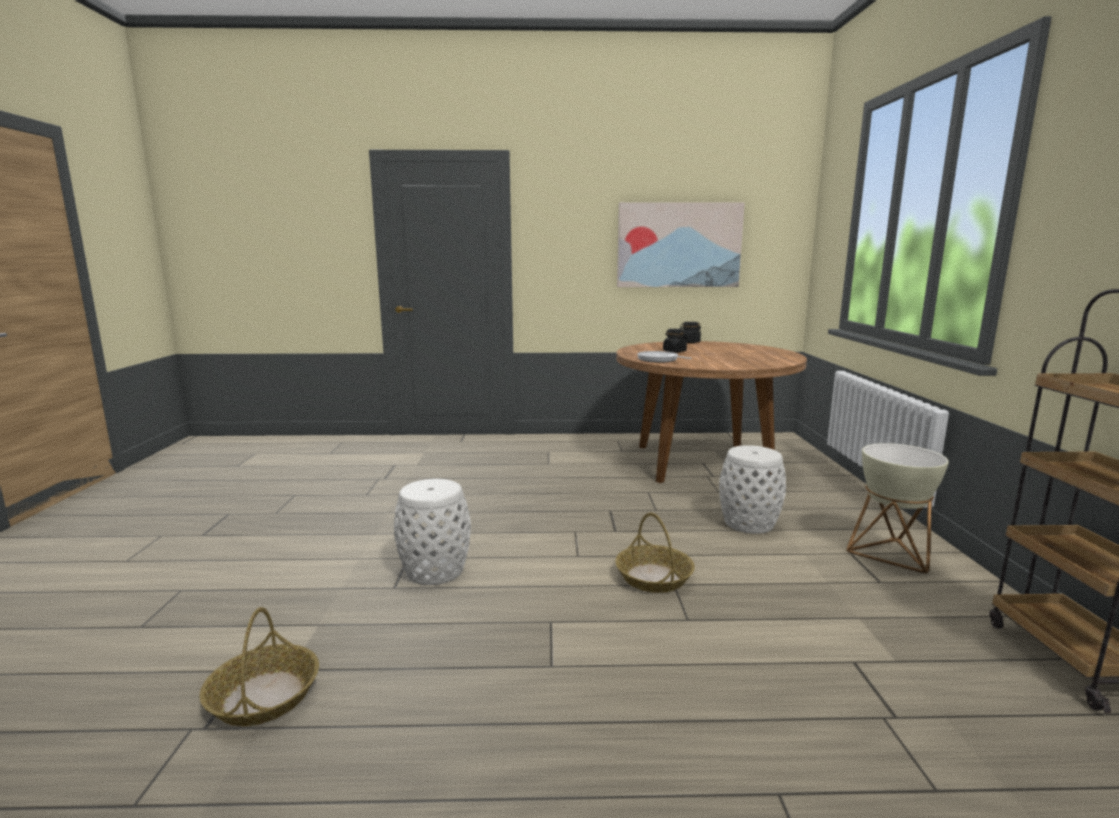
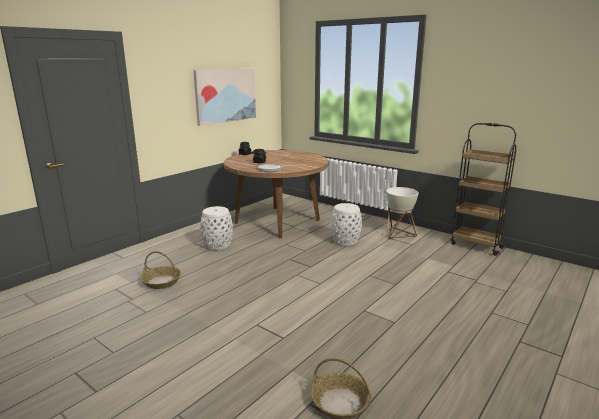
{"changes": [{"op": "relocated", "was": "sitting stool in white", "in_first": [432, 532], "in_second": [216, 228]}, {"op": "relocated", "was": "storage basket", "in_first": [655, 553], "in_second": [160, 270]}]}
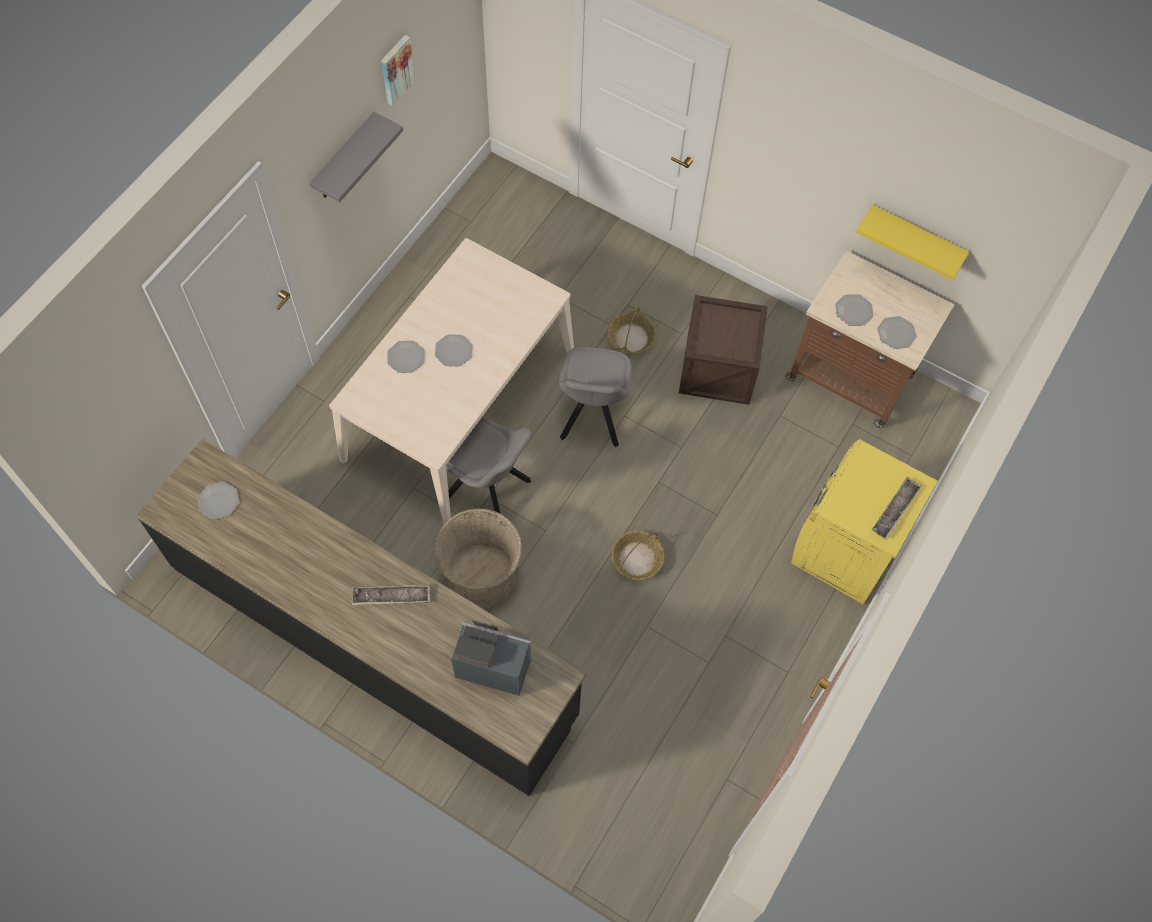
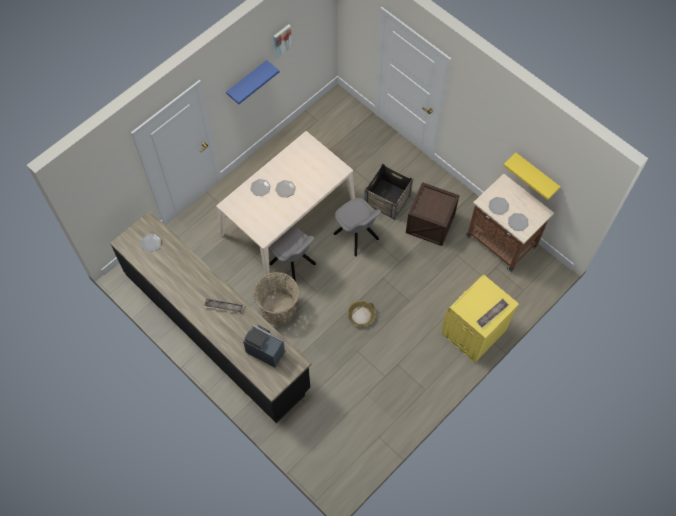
{"changes": [{"op": "colour", "was": "shelf in greyish", "now": "shelf in blue-coloured", "in_first": [356, 157], "in_second": [252, 82]}, {"op": "exchanged", "was": "storage basket", "now": "shipping crate", "in_first": [631, 330], "in_second": [388, 192]}, {"op": "spun", "was": "chair in greyish", "in_first": [595, 397], "in_second": [357, 227], "clockwise": -60}]}
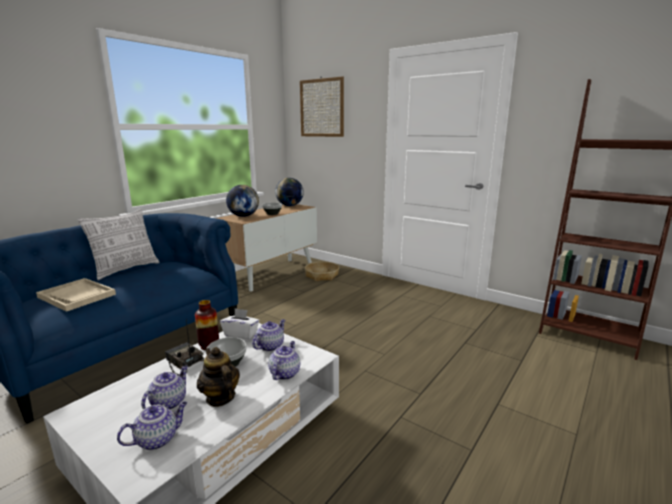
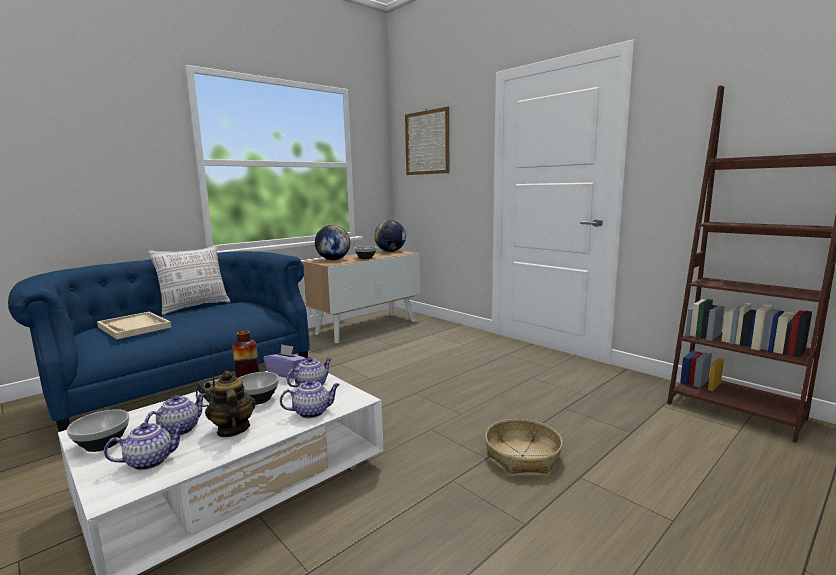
{"changes": [{"op": "relocated", "was": "storage basket", "in_first": [322, 271], "in_second": [524, 446]}, {"op": "colour", "was": "box of tissues in white", "now": "box of tissues in purplish", "in_first": [239, 323], "in_second": [285, 361]}, {"op": "spun", "was": "teapot", "in_first": [284, 360], "in_second": [310, 399], "clockwise": 45}, {"op": "appeared", "now": "bowl", "in_second": [98, 430]}]}
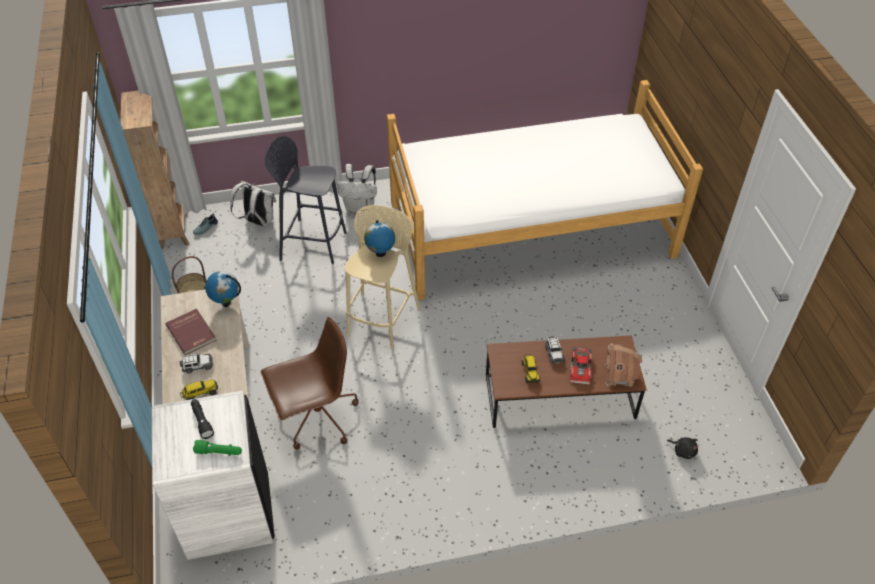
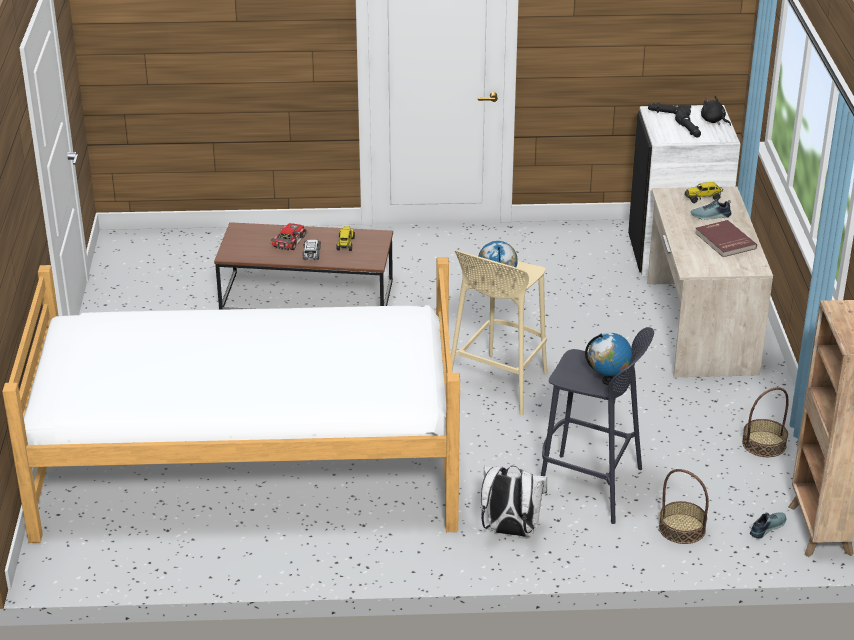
{"changes": [{"op": "exchanged", "was": "backpack in white", "now": "storage basket", "in_first": [253, 204], "in_second": [684, 506]}, {"op": "relocated", "was": "desk globe", "in_first": [223, 289], "in_second": [608, 359]}, {"op": "missing", "was": "office chair in brown", "in_first": [310, 383]}, {"op": "missing", "was": "toy house", "in_first": [623, 365]}, {"op": "exchanged", "was": "toy car", "now": "item of footwear", "in_first": [196, 363], "in_second": [711, 209]}, {"op": "relocated", "was": "soft toy in black", "in_first": [682, 448], "in_second": [716, 111]}, {"op": "colour", "was": "hand torch in green", "now": "hand torch in black", "in_first": [217, 448], "in_second": [669, 109]}]}
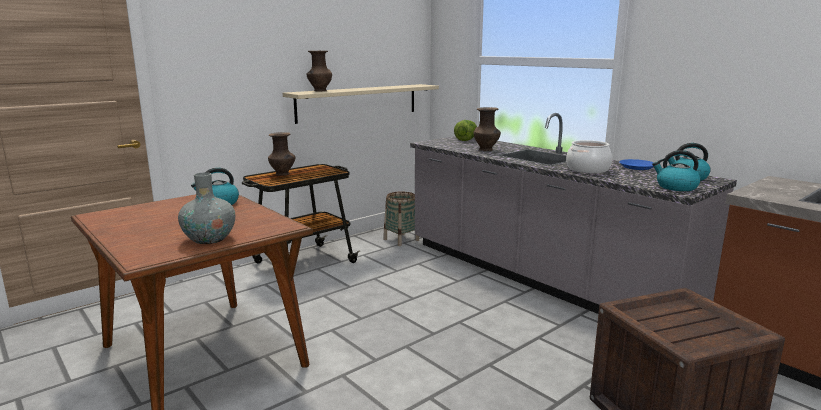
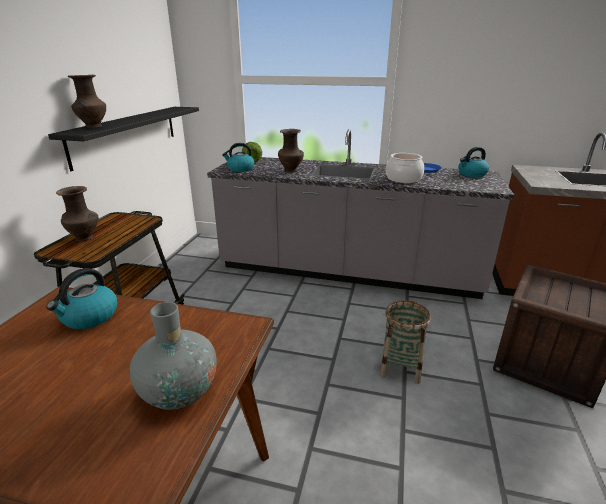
{"changes": [{"op": "colour", "was": "shelf in beige", "now": "shelf in black", "in_first": [361, 104], "in_second": [123, 139]}, {"op": "relocated", "was": "water kettle", "in_first": [676, 170], "in_second": [238, 157]}, {"op": "relocated", "was": "storage basket", "in_first": [401, 218], "in_second": [405, 342]}]}
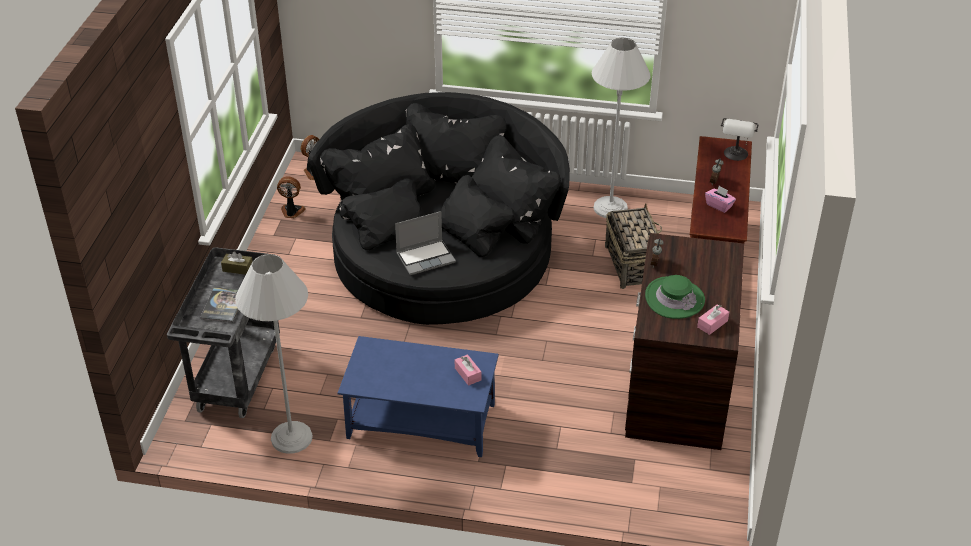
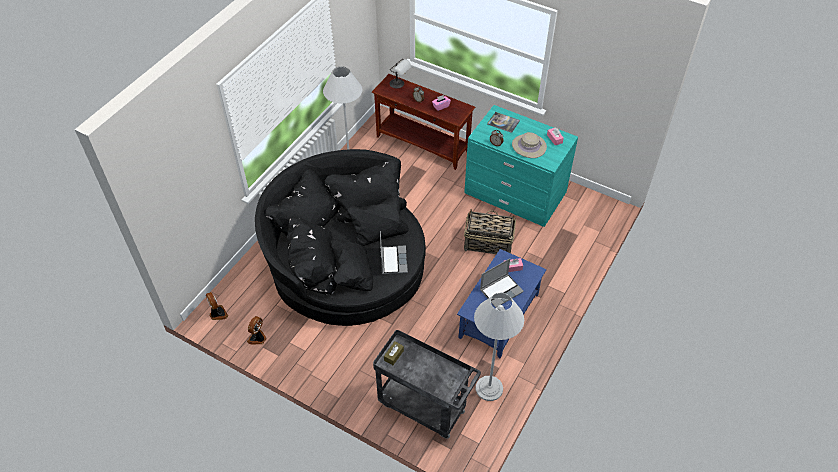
{"changes": [{"op": "relocated", "was": "storage basket", "in_first": [633, 246], "in_second": [490, 231]}, {"op": "colour", "was": "drawer chest in brown", "now": "drawer chest in turquoise", "in_first": [684, 341], "in_second": [521, 166]}, {"op": "colour", "was": "hat in green", "now": "hat in beige", "in_first": [675, 297], "in_second": [529, 145]}, {"op": "relocated", "was": "book", "in_first": [219, 305], "in_second": [503, 122]}, {"op": "appeared", "now": "portable computer", "in_second": [502, 283]}]}
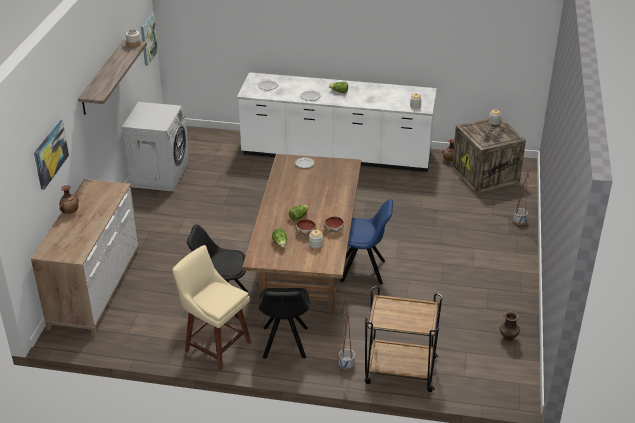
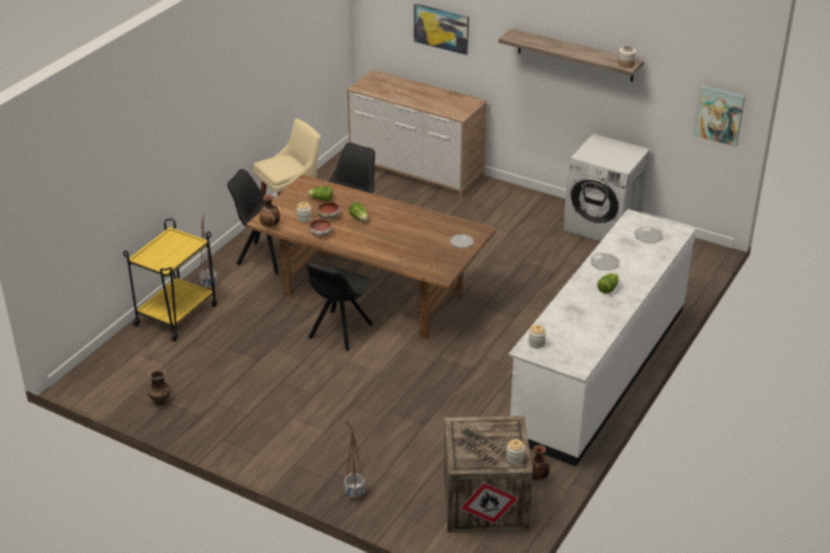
{"changes": [{"op": "relocated", "was": "decorative vase", "in_first": [69, 199], "in_second": [269, 211]}, {"op": "colour", "was": "chair in blue-coloured", "now": "chair in black", "in_first": [366, 241], "in_second": [339, 306]}, {"op": "colour", "was": "trolley in brown", "now": "trolley in yellow-coloured", "in_first": [404, 339], "in_second": [170, 280]}]}
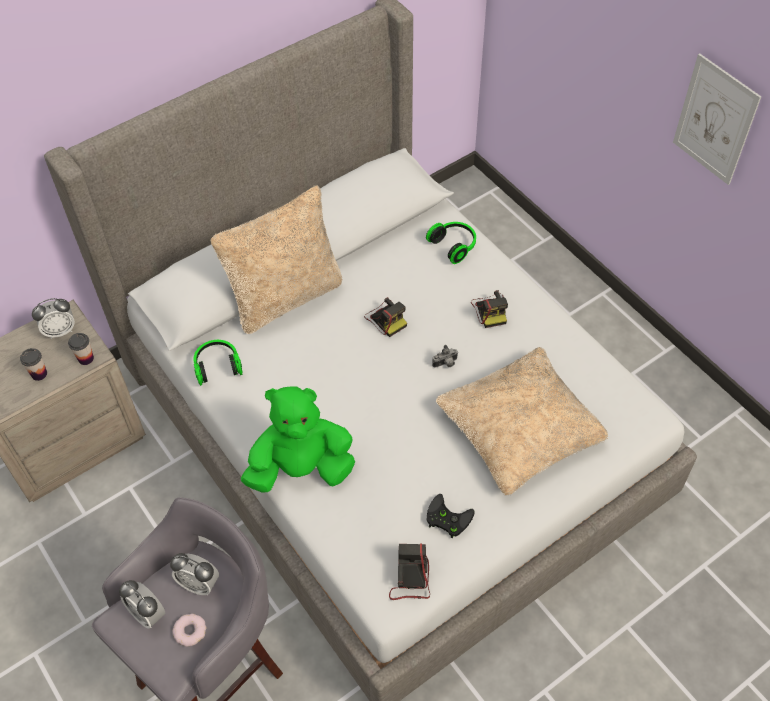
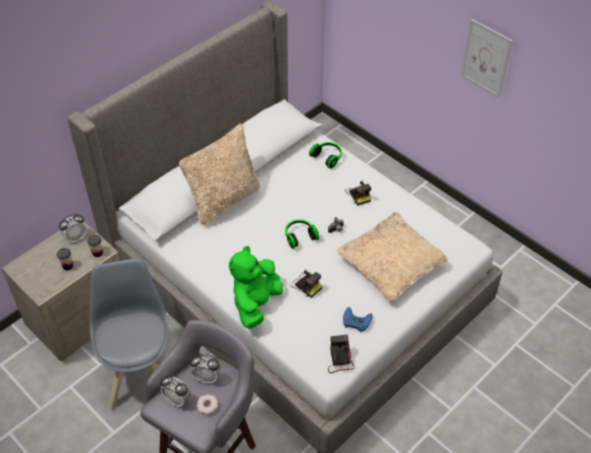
{"changes": [{"op": "relocated", "was": "photo camera", "in_first": [385, 317], "in_second": [306, 284]}, {"op": "relocated", "was": "headset", "in_first": [218, 363], "in_second": [302, 234]}, {"op": "spun", "was": "soft toy in green", "in_first": [298, 439], "in_second": [256, 287], "clockwise": -45}, {"op": "colour", "was": "gamepad in black", "now": "gamepad in blue-coloured", "in_first": [450, 516], "in_second": [358, 320]}, {"op": "appeared", "now": "chair in greyish", "in_second": [129, 334]}]}
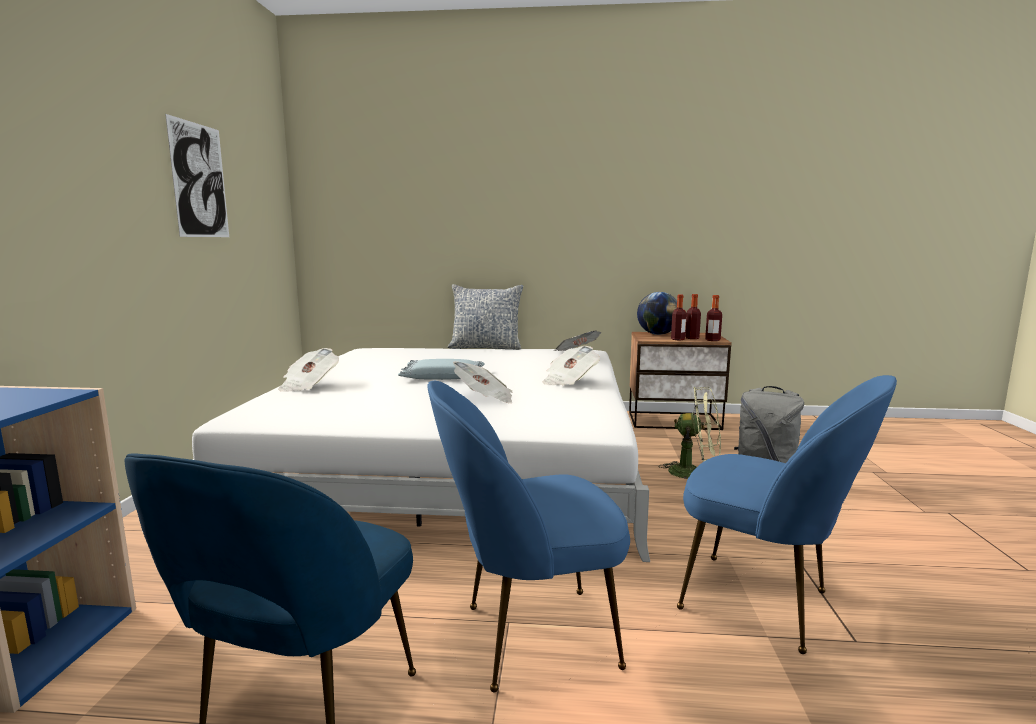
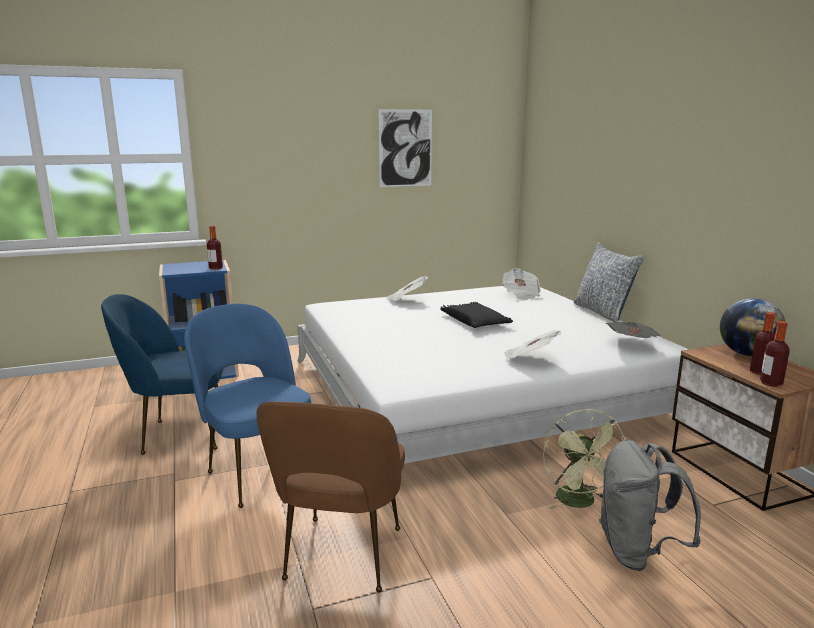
{"changes": [{"op": "relocated", "was": "bottle", "in_first": [679, 317], "in_second": [215, 248]}, {"op": "colour", "was": "pillow in blue-coloured", "now": "pillow in black", "in_first": [441, 369], "in_second": [476, 315]}, {"op": "relocated", "was": "newspaper", "in_first": [483, 382], "in_second": [521, 284]}, {"op": "colour", "was": "chair in blue-coloured", "now": "chair in brown", "in_first": [787, 514], "in_second": [331, 496]}]}
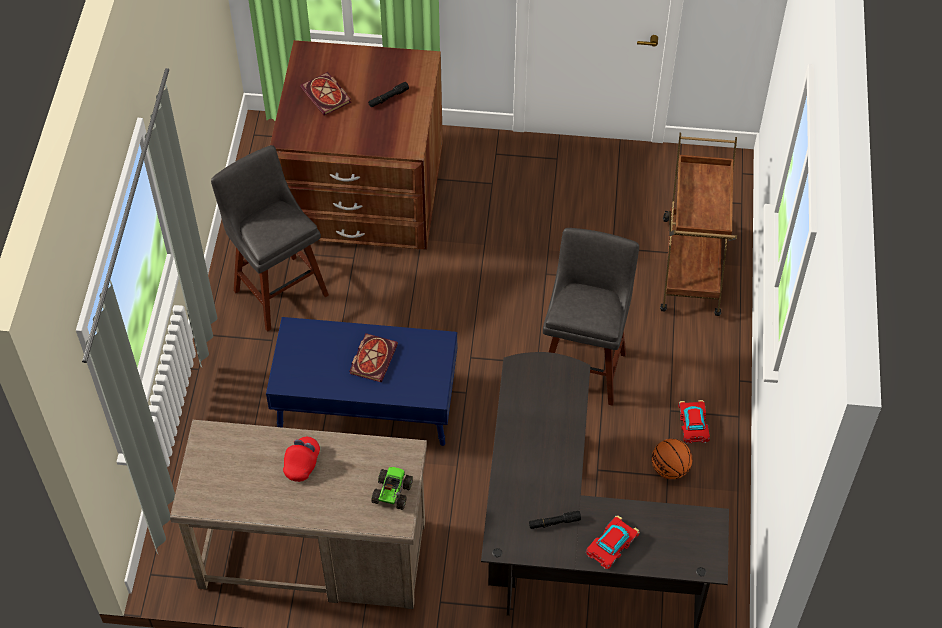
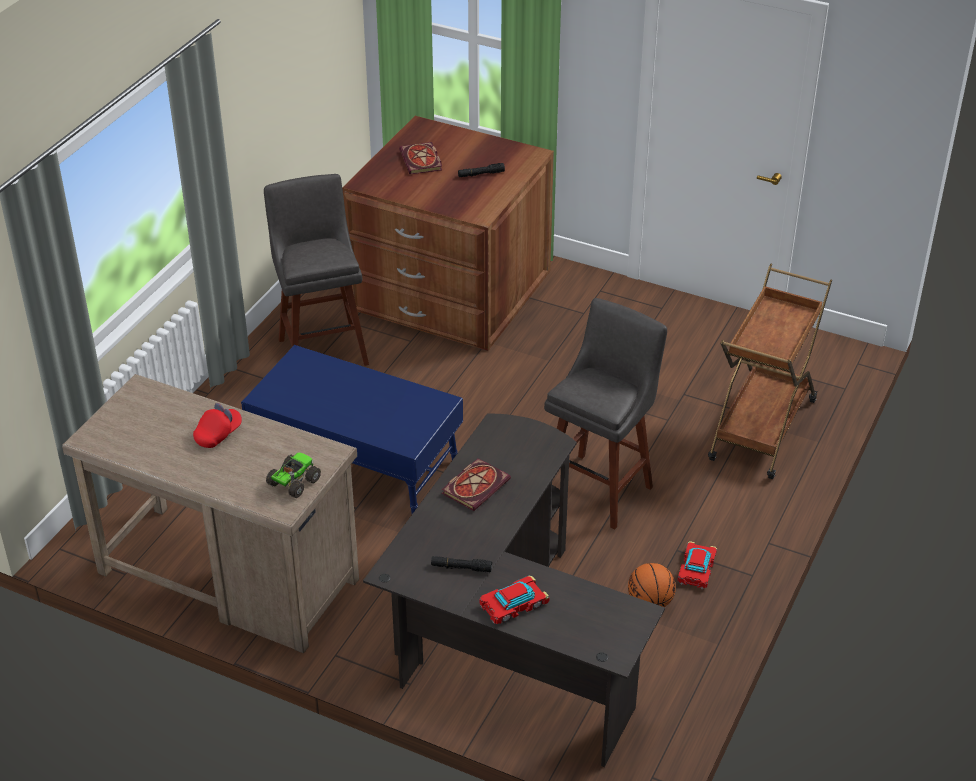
{"changes": [{"op": "relocated", "was": "book", "in_first": [373, 357], "in_second": [476, 484]}]}
